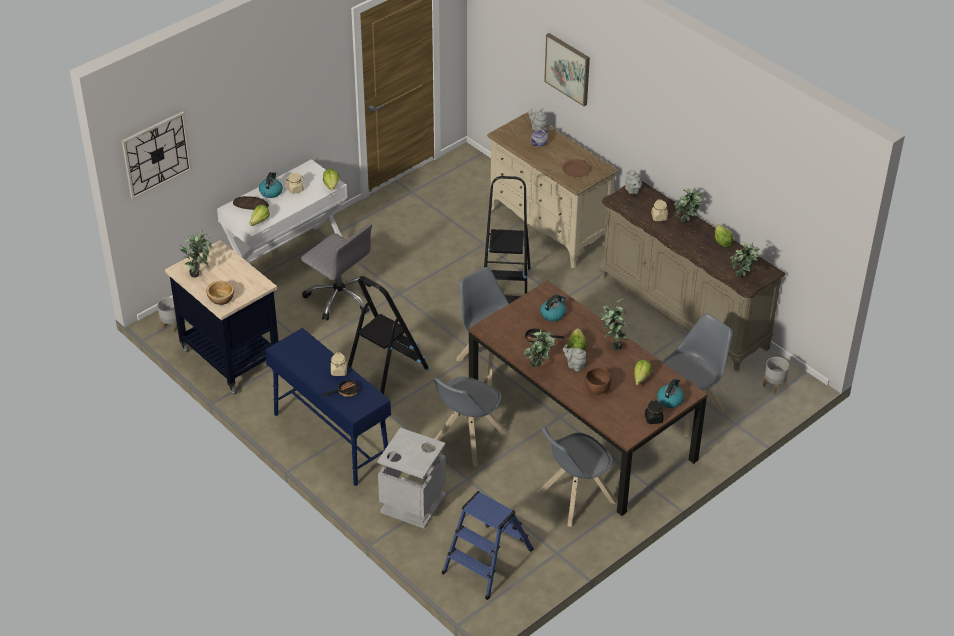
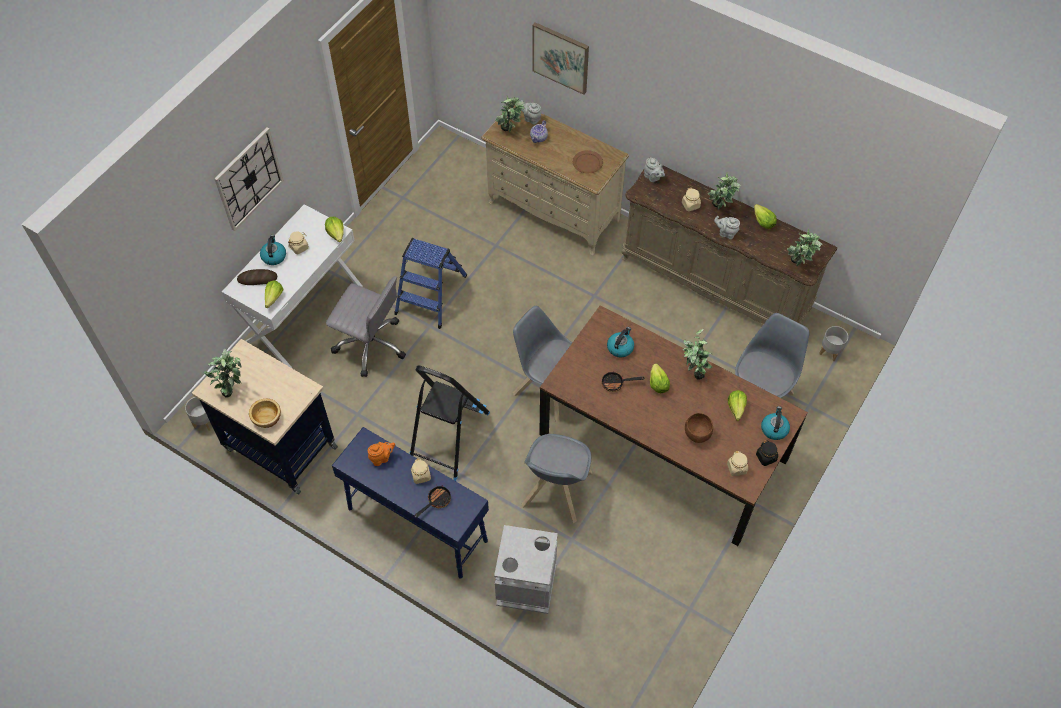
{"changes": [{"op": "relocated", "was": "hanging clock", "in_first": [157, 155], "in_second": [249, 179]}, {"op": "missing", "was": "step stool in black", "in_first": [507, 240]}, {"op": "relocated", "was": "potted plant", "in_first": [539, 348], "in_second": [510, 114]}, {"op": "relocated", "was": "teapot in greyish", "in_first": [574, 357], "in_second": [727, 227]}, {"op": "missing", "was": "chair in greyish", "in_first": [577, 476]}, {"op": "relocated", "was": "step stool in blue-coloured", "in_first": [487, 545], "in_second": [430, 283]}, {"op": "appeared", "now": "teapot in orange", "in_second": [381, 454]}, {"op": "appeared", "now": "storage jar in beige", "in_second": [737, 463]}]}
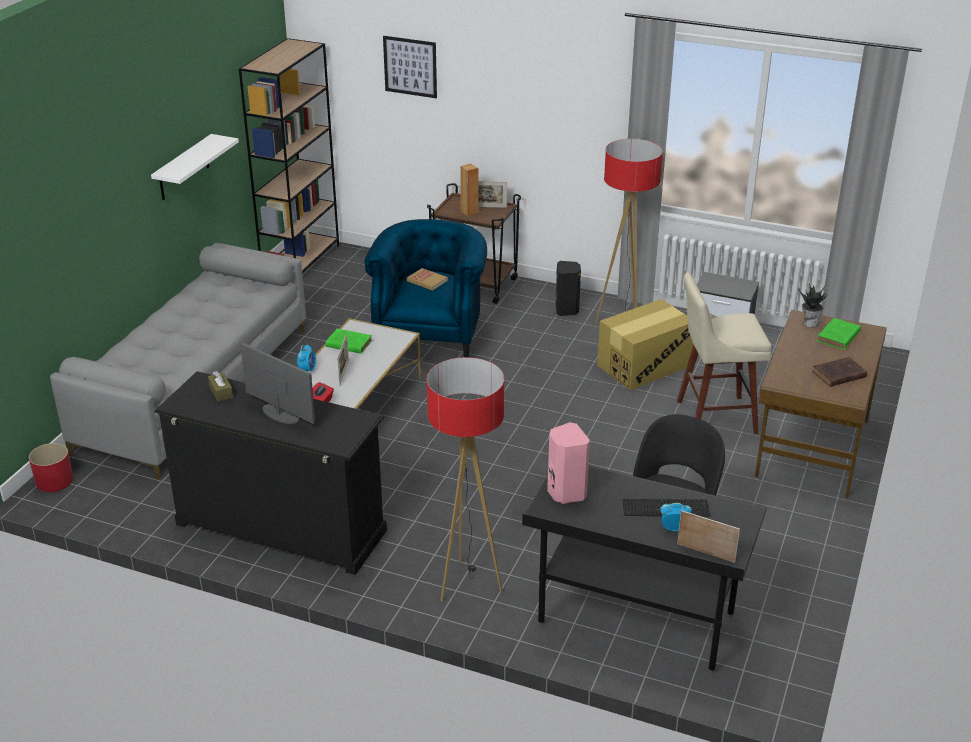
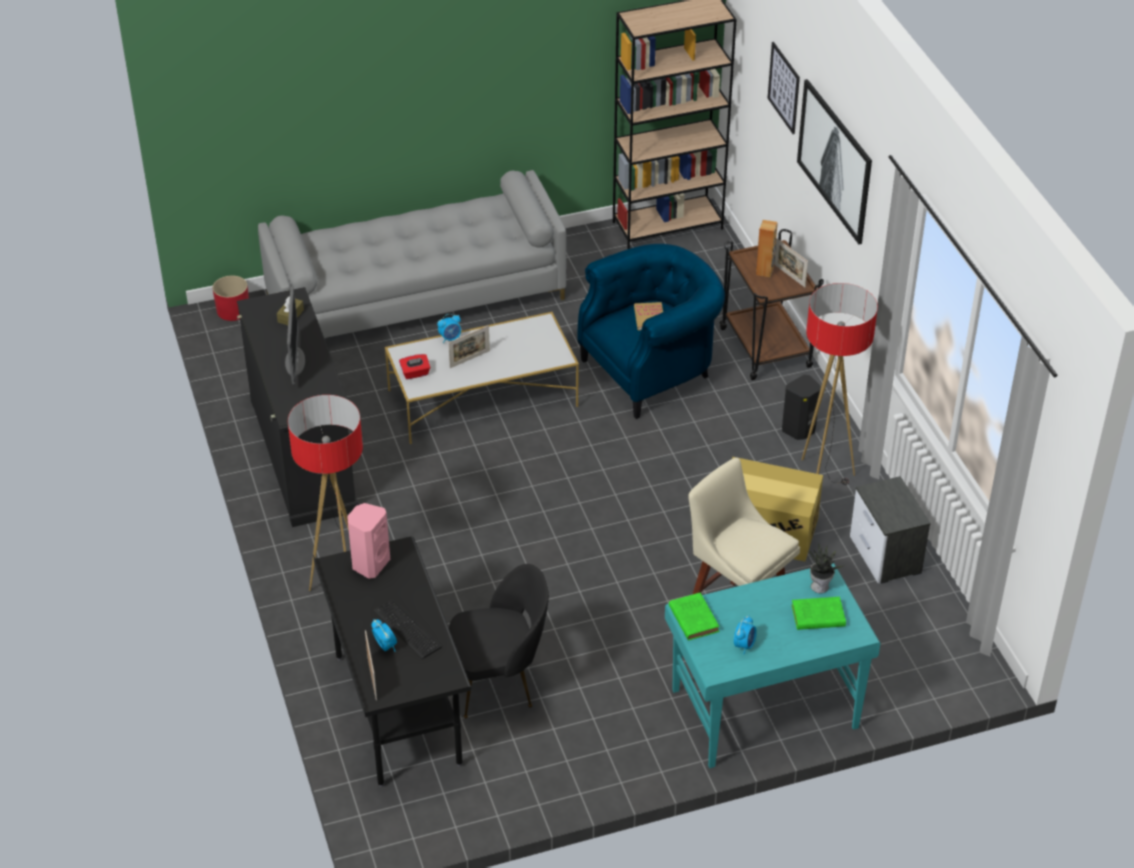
{"changes": [{"op": "missing", "was": "shelf in white", "in_first": [195, 167]}, {"op": "colour", "was": "desk in brown", "now": "desk in turquoise", "in_first": [821, 404], "in_second": [773, 665]}, {"op": "relocated", "was": "book in green", "in_first": [348, 341], "in_second": [694, 616]}, {"op": "exchanged", "was": "book in brown", "now": "table clock", "in_first": [839, 372], "in_second": [745, 634]}, {"op": "appeared", "now": "wall art", "in_second": [834, 161]}]}
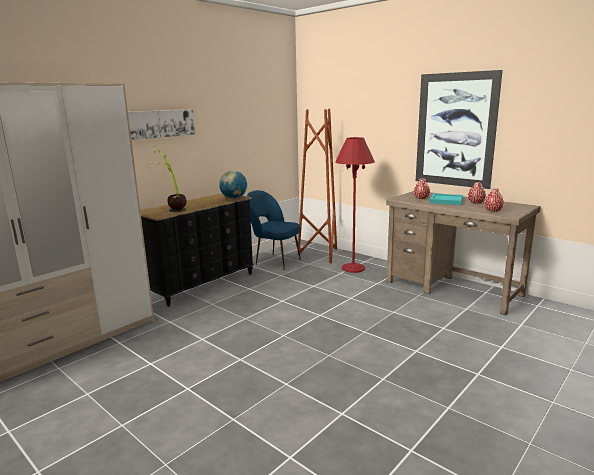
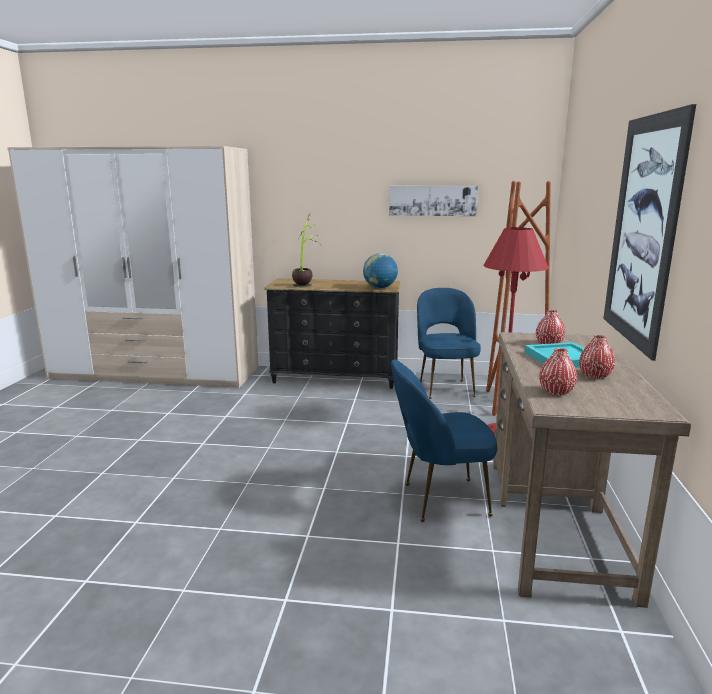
{"changes": [{"op": "relocated", "was": "wall art", "in_first": [161, 124], "in_second": [433, 201]}, {"op": "appeared", "now": "chair in blue-coloured", "in_second": [444, 441]}]}
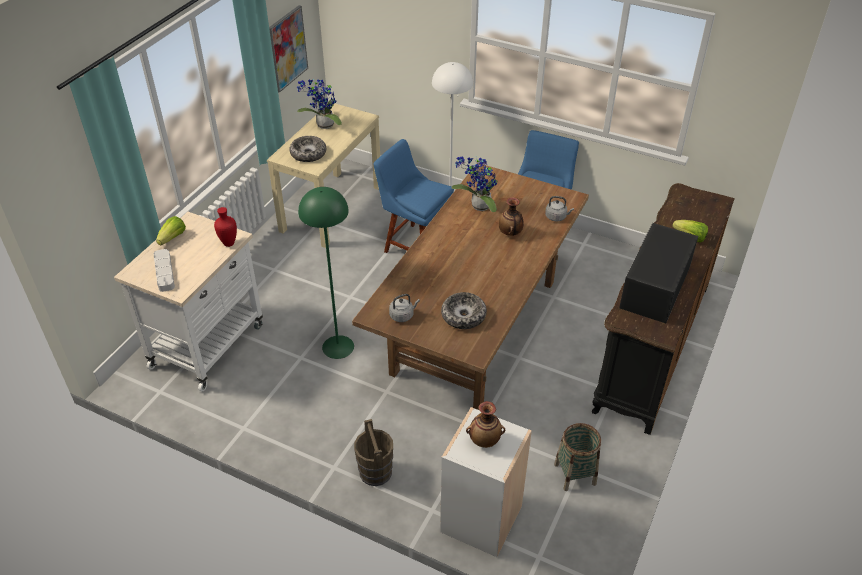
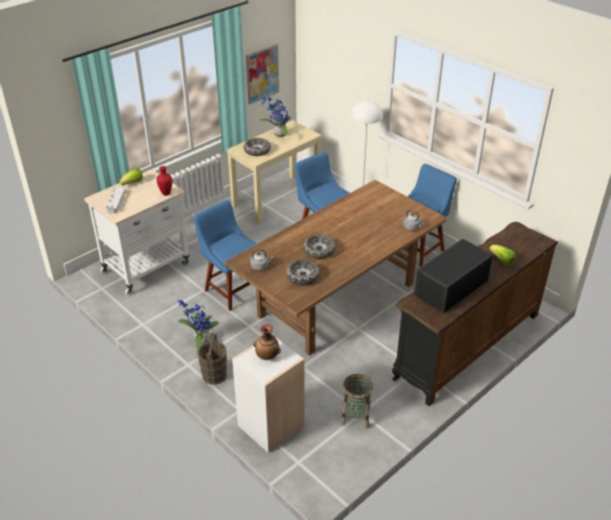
{"changes": [{"op": "relocated", "was": "potted plant", "in_first": [474, 184], "in_second": [198, 324]}, {"op": "exchanged", "was": "standing lamp in green", "now": "chair in blue-coloured", "in_first": [326, 273], "in_second": [225, 255]}, {"op": "missing", "was": "decorative vase", "in_first": [511, 216]}, {"op": "appeared", "now": "bowl", "in_second": [319, 246]}]}
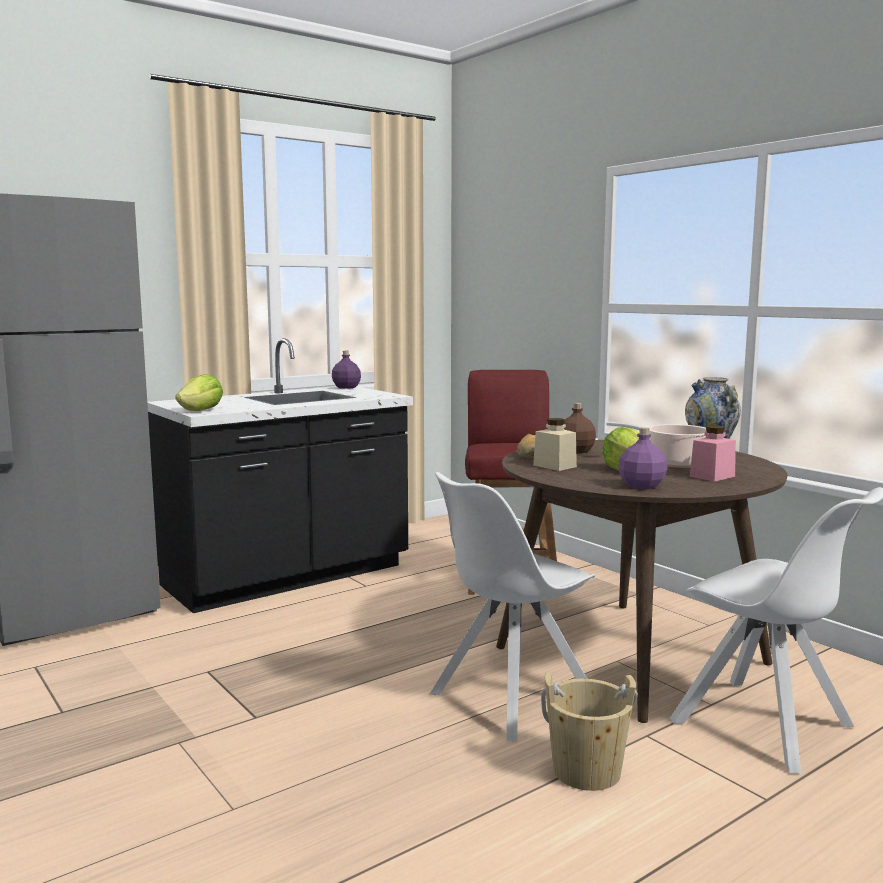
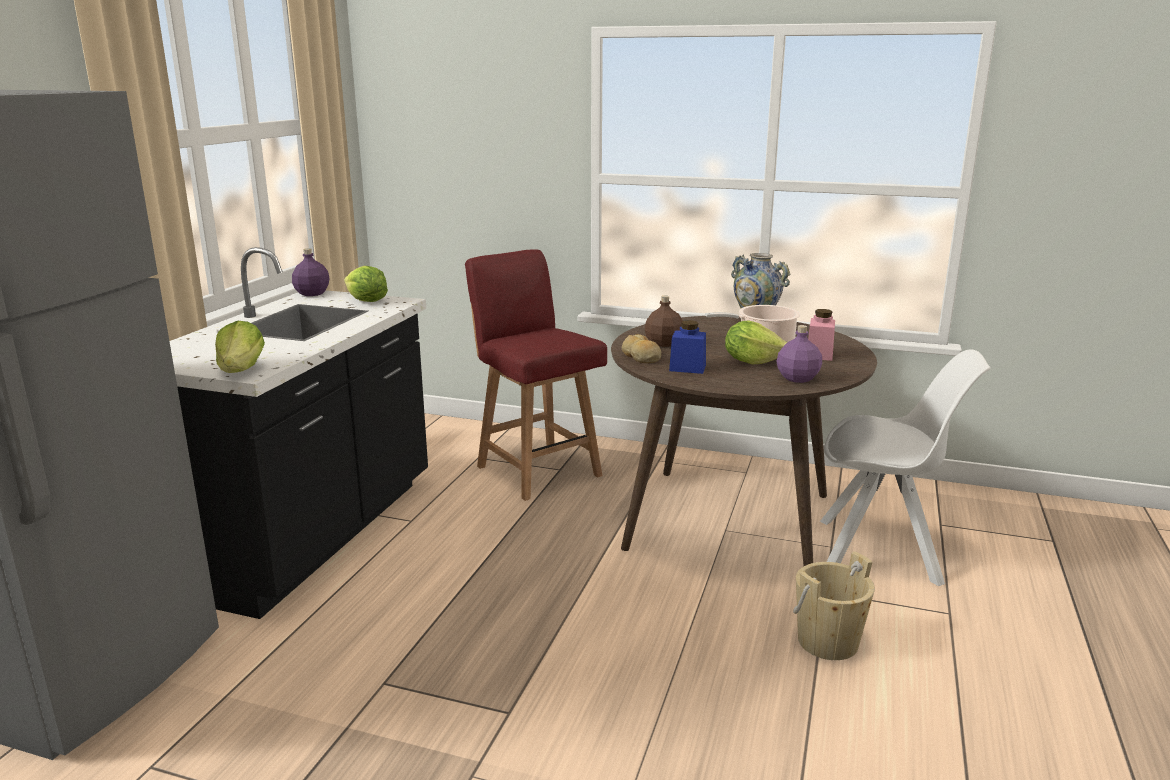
{"changes": [{"op": "colour", "was": "storage jar in beige", "now": "storage jar in blue-coloured", "in_first": [555, 444], "in_second": [687, 347]}, {"op": "missing", "was": "chair in white", "in_first": [512, 607]}, {"op": "appeared", "now": "lettuce", "in_second": [366, 284]}]}
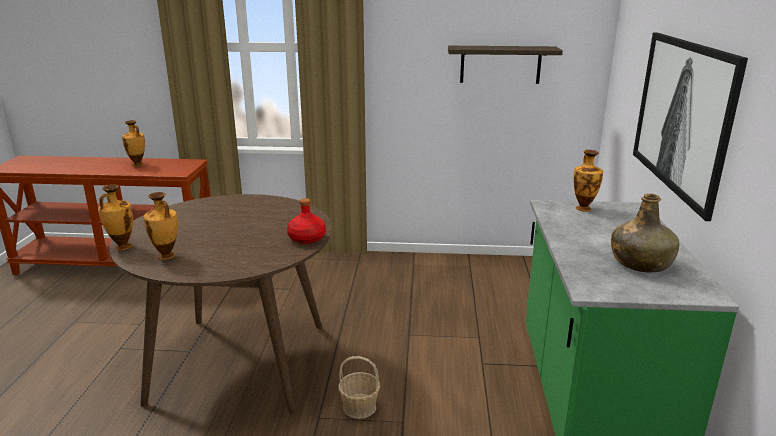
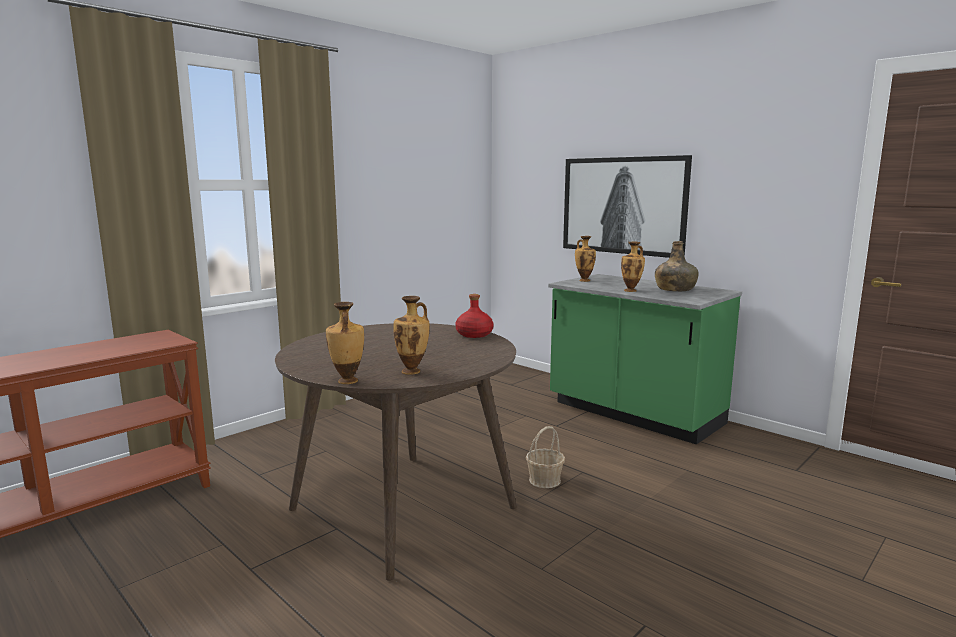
{"changes": [{"op": "missing", "was": "shelf", "in_first": [505, 65]}, {"op": "relocated", "was": "decorative vase", "in_first": [133, 143], "in_second": [633, 267]}]}
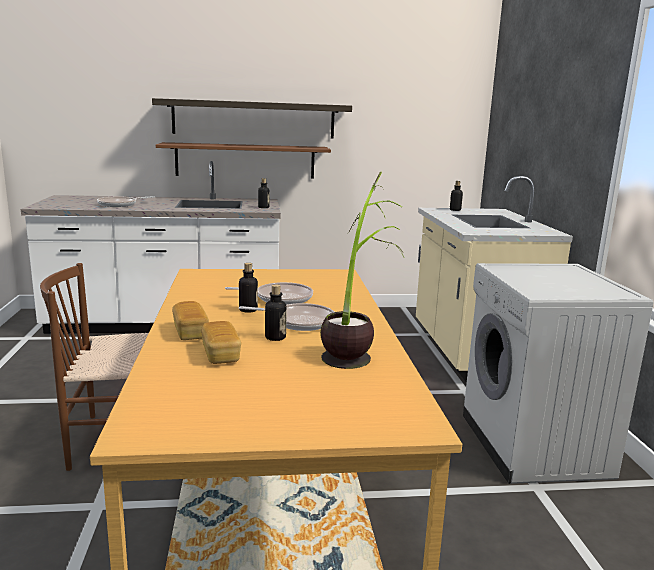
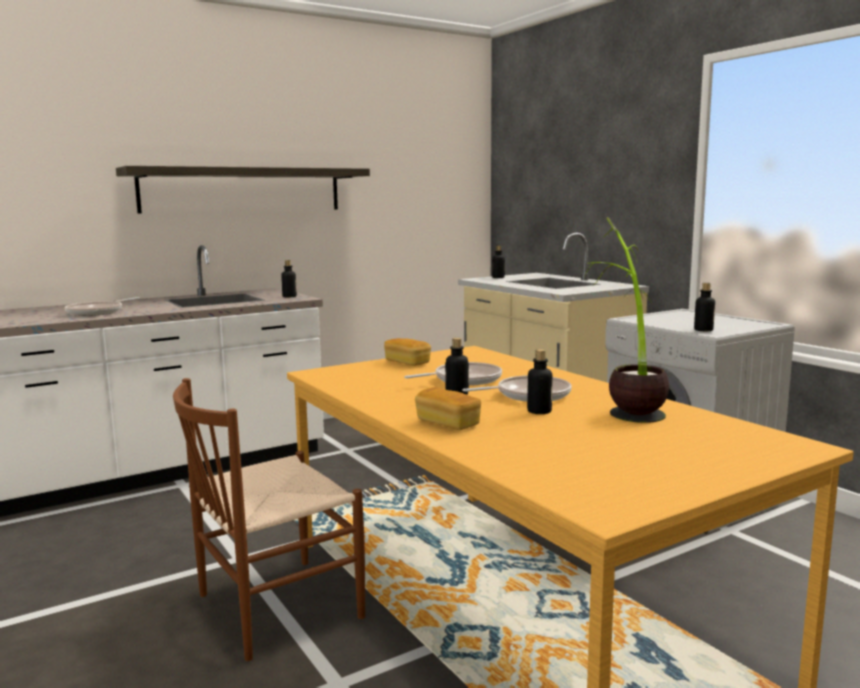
{"changes": [{"op": "missing", "was": "shelf in brown", "in_first": [243, 160]}, {"op": "relocated", "was": "baked bread", "in_first": [221, 342], "in_second": [407, 352]}, {"op": "appeared", "now": "bottle", "in_second": [704, 307]}]}
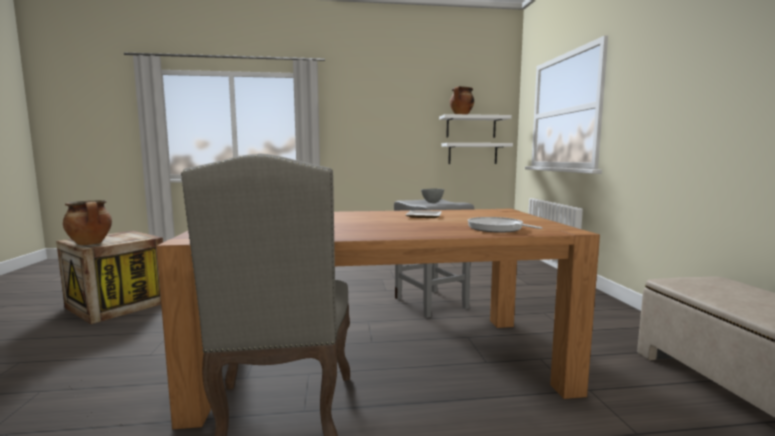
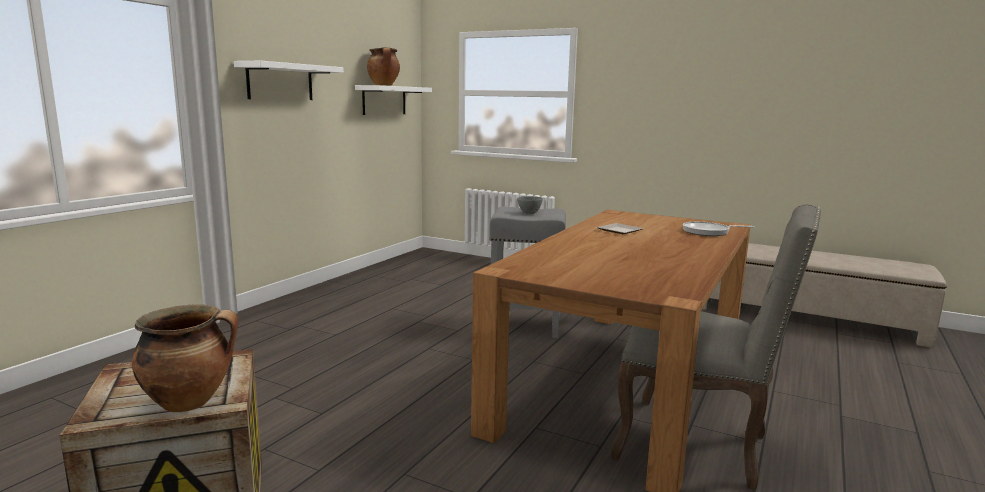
{"changes": [{"op": "relocated", "was": "shelf in white", "in_first": [477, 153], "in_second": [289, 80]}]}
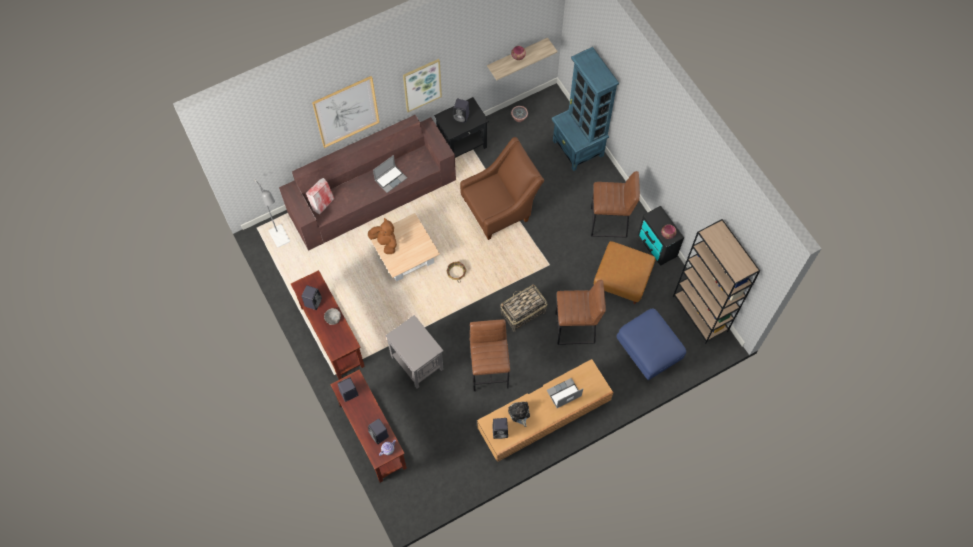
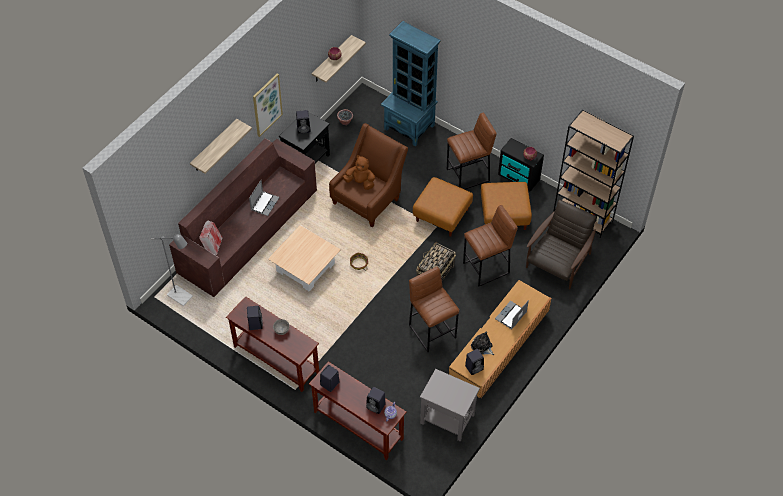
{"changes": [{"op": "exchanged", "was": "wall art", "now": "shelf", "in_first": [346, 112], "in_second": [221, 146]}, {"op": "relocated", "was": "soft toy in brown", "in_first": [382, 236], "in_second": [359, 172]}, {"op": "exchanged", "was": "pouffe in blue-coloured", "now": "easy chair in brown", "in_first": [651, 344], "in_second": [561, 244]}, {"op": "relocated", "was": "end table in greyish", "in_first": [414, 352], "in_second": [450, 405]}, {"op": "appeared", "now": "pouffe in brown", "in_second": [443, 207]}]}
